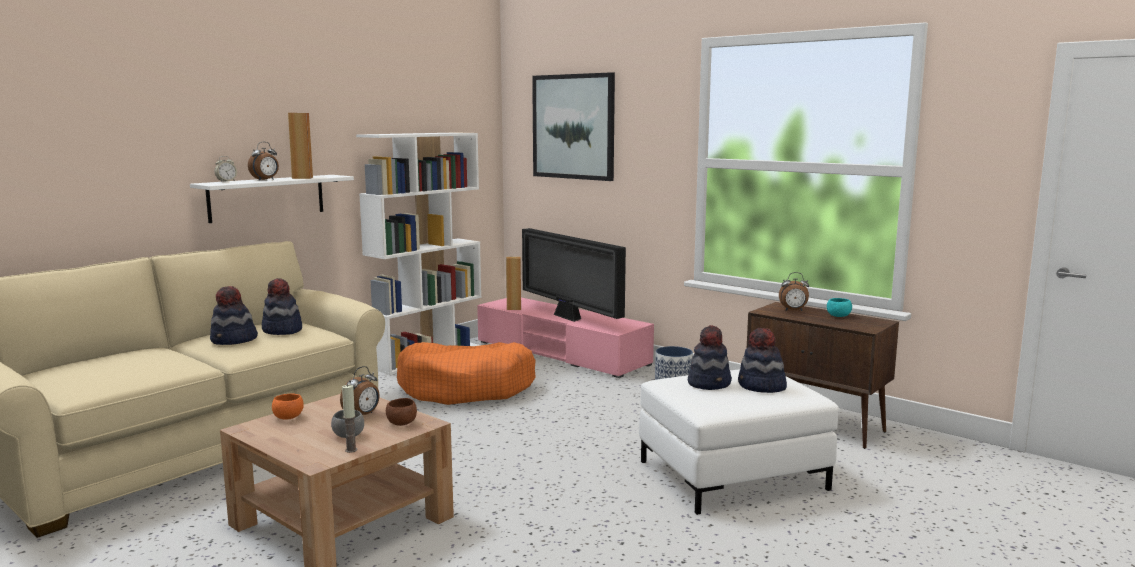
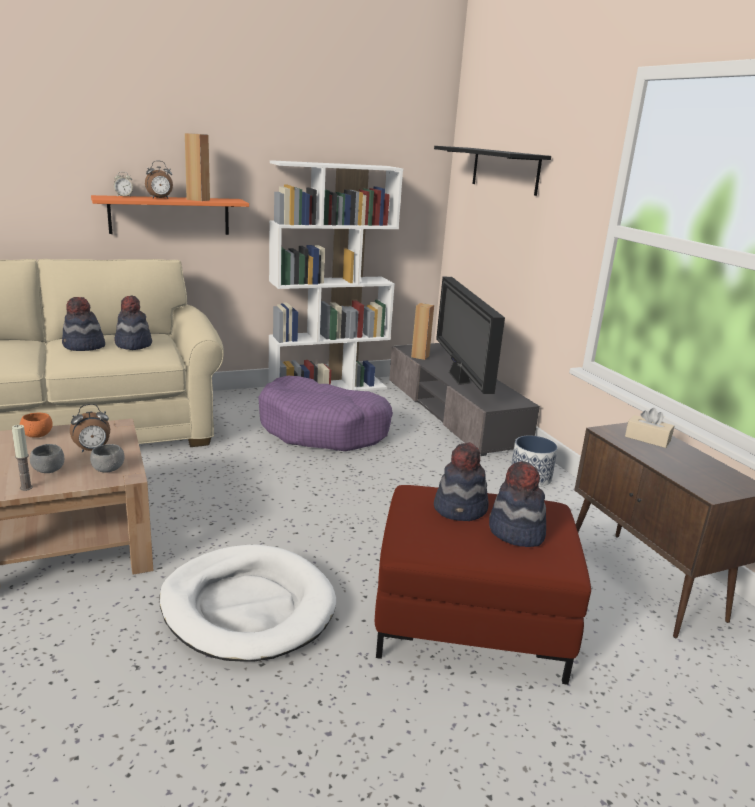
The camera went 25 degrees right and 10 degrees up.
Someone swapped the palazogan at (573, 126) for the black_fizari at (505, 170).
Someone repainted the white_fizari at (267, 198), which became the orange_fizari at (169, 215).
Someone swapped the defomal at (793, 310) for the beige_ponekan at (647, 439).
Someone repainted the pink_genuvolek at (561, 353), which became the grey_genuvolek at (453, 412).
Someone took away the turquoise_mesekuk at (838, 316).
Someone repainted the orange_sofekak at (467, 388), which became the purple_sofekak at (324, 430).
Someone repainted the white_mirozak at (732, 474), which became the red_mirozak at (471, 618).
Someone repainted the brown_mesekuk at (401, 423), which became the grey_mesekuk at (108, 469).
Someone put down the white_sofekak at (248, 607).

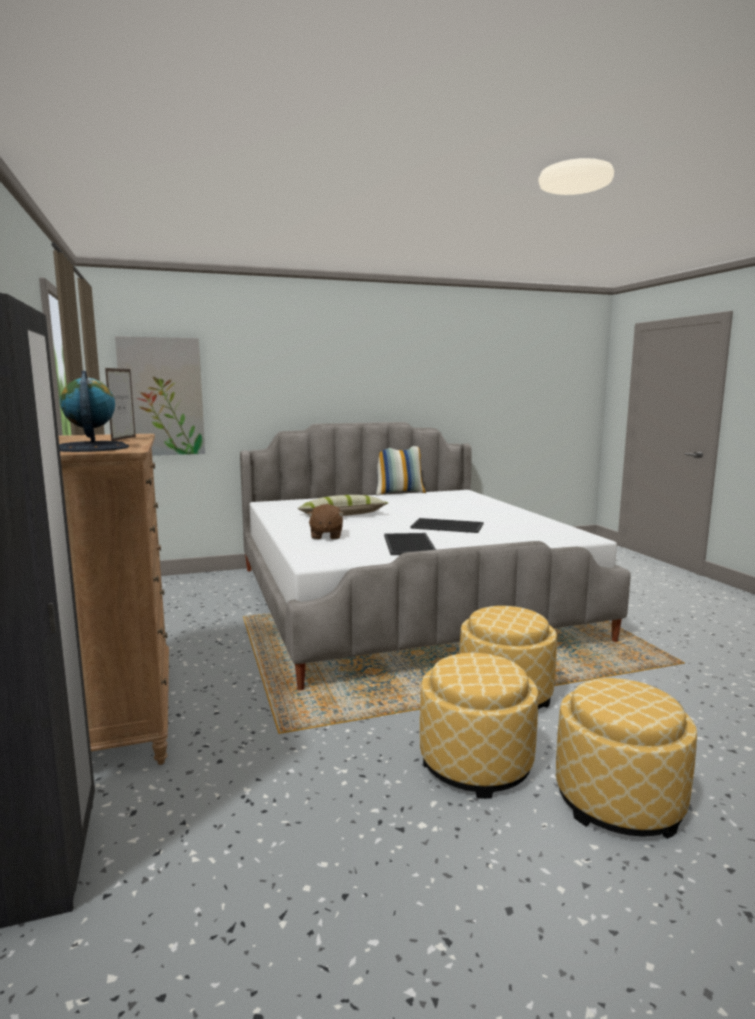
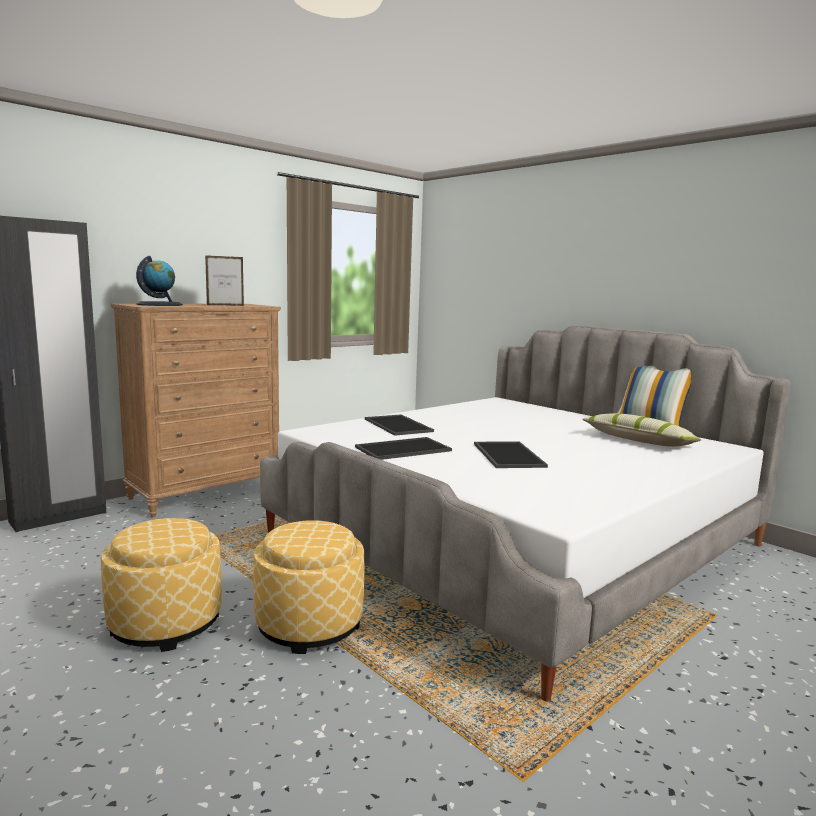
The camera went 65 degrees right and 0 degrees up.
Someone took away the palazogan at (161, 397).
Someone carried the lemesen from (342, 515) to (639, 441).
Someone swapped the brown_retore at (325, 536) for the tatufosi at (399, 425).
Someone took away the mirozak at (618, 800).

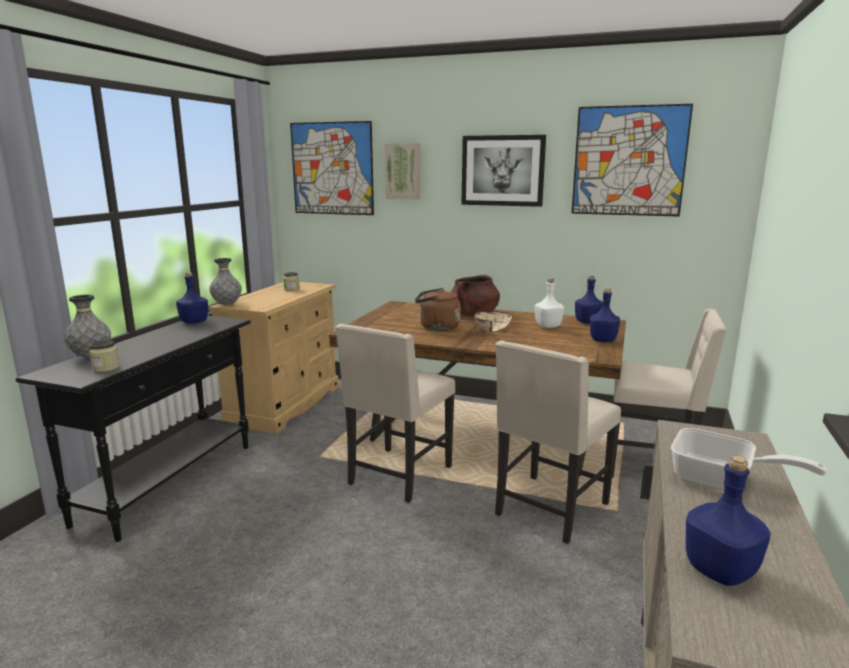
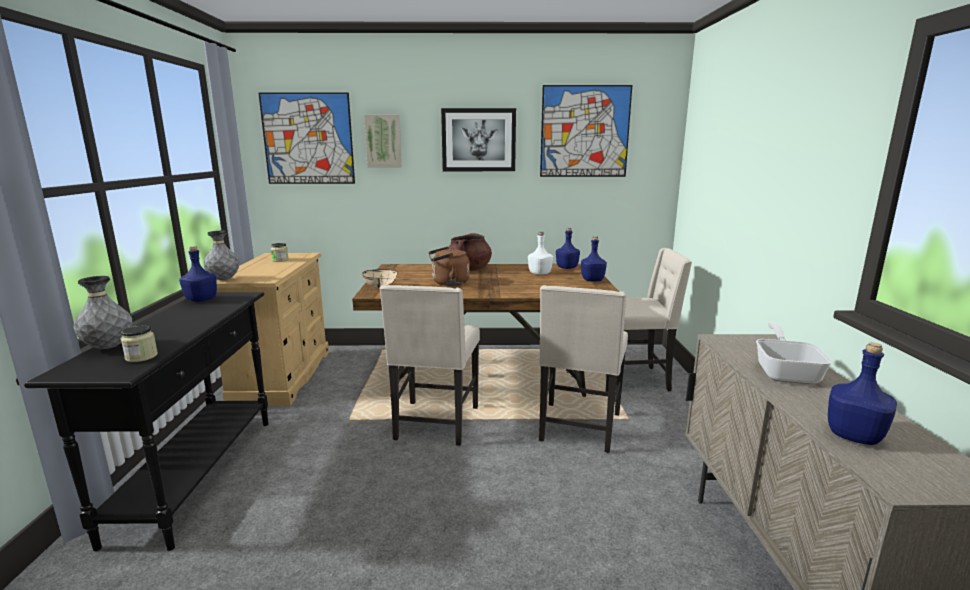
The camera went 20 degrees left and 0 degrees up.
Someone carried the beige_mesekuk from (489, 330) to (377, 287).
Someone rotated the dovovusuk at (721, 481) by 90 degrees counterclockwise.

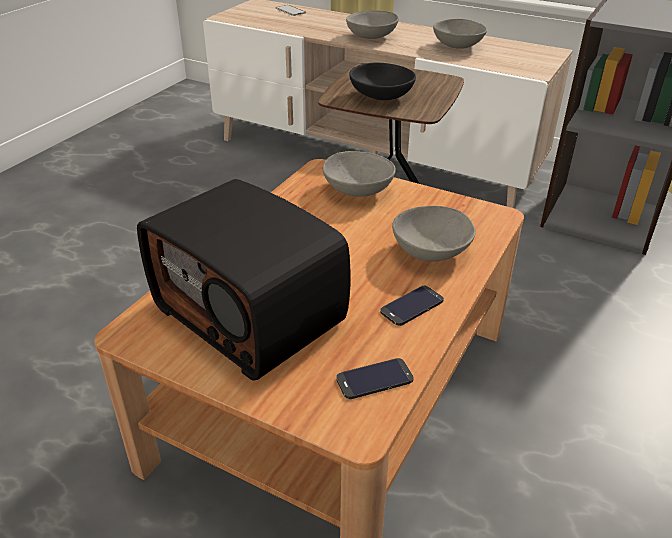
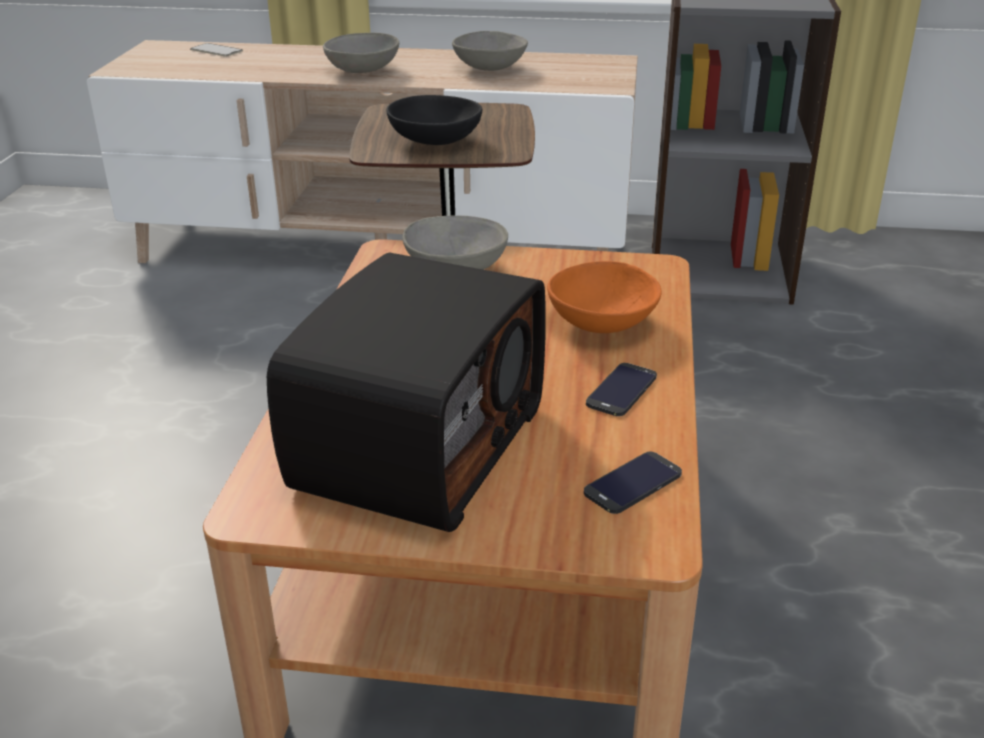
The camera went 20 degrees left and 5 degrees down.
Someone rotated the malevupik at (252, 313) by 90 degrees counterclockwise.
Someone repainted the grey_mesekuk at (430, 251), which became the orange_mesekuk at (601, 323).

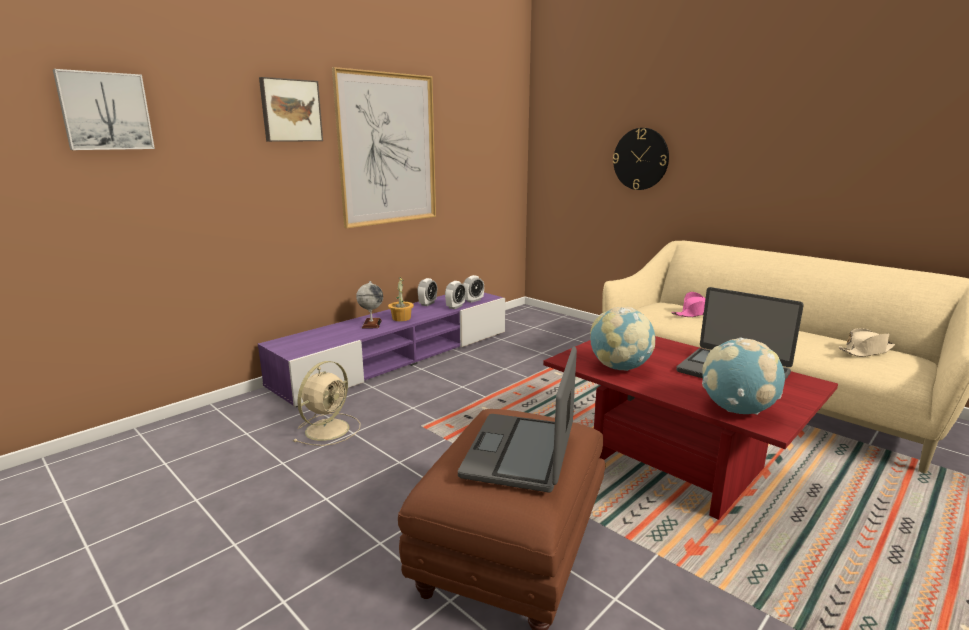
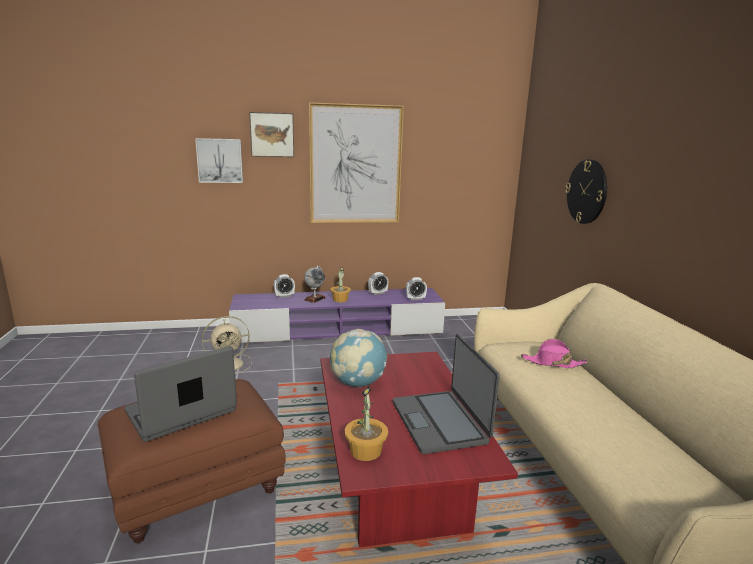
The camera went 35 degrees right and 0 degrees up.
Someone carried the palazogan from (105, 111) to (220, 160).
Someone carried the defomal from (455, 307) to (284, 296).
Someone took away the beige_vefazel at (865, 351).
Someone swapped the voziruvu at (737, 410) for the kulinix at (366, 451).

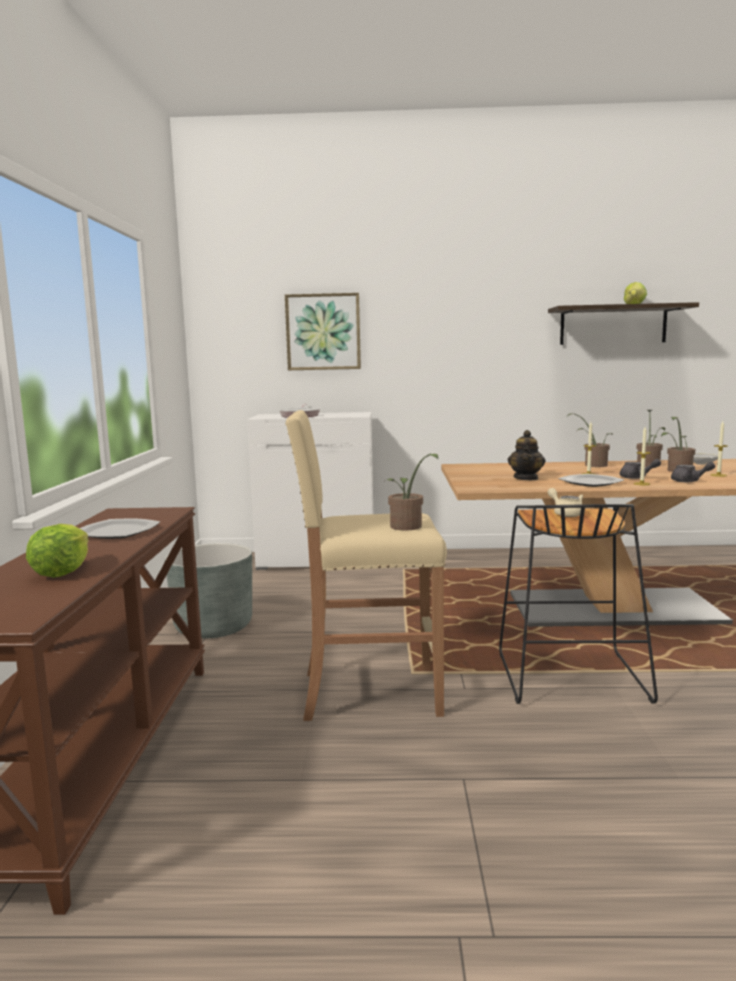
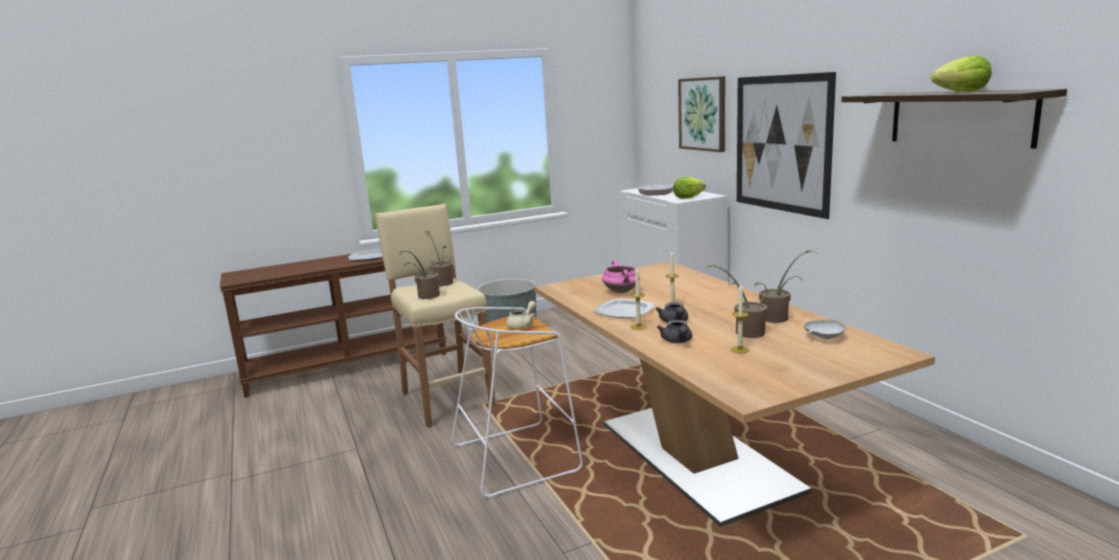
The camera went 65 degrees right and 5 degrees up.
Someone carried the kulinix from (592, 465) to (442, 282).
Someone swapped the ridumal at (526, 478) for the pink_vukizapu at (621, 292).
Someone repainted the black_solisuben at (568, 676), which became the white_solisuben at (517, 457).
Someone carried the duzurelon from (62, 572) to (688, 197).
Someone put up the palazogan at (781, 144).

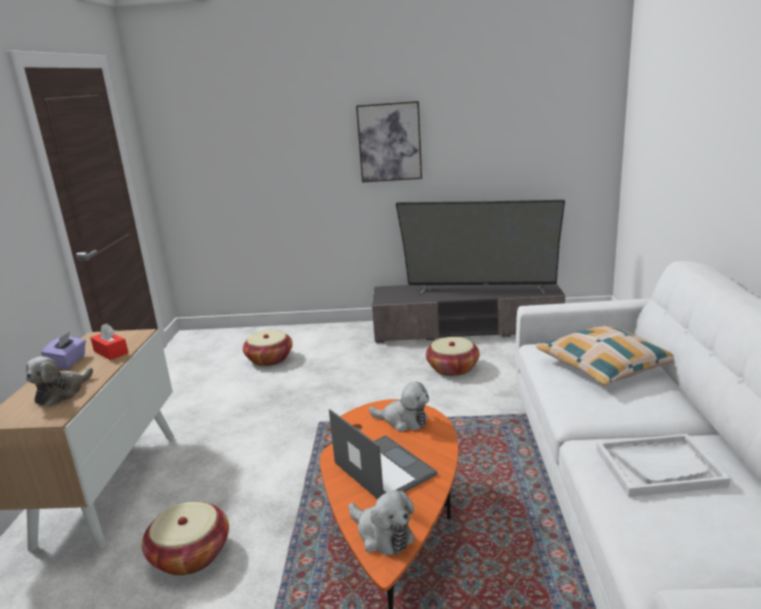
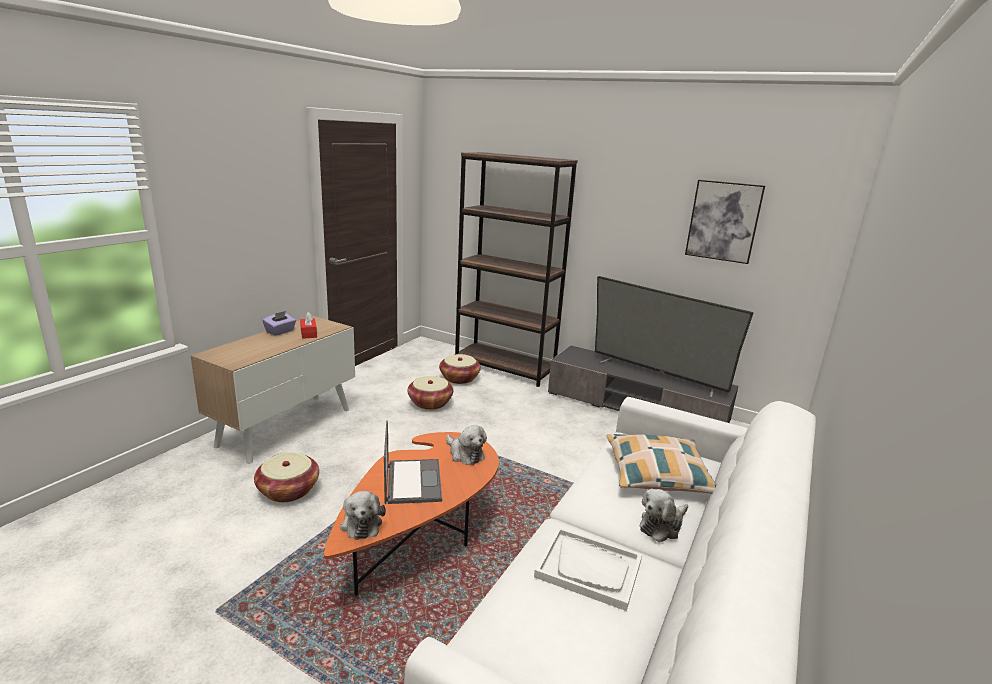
The camera went 25 degrees right and 0 degrees up.
Someone carried the palazogan from (389, 142) to (723, 221).
Someone carried the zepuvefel from (452, 368) to (430, 403).
Someone carried the retore from (62, 393) to (662, 526).
Someone put down the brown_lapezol at (505, 368).

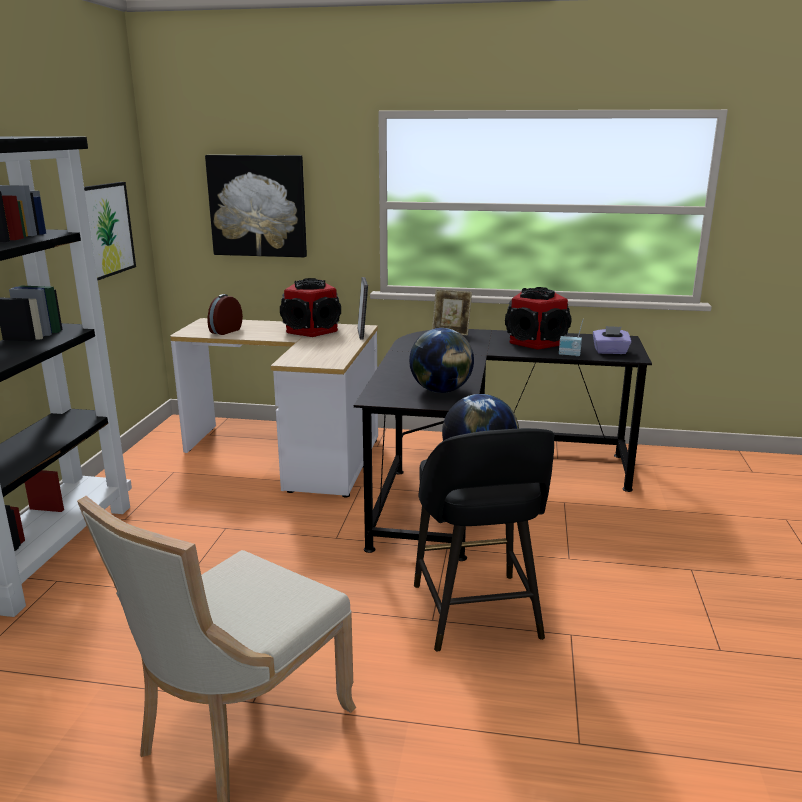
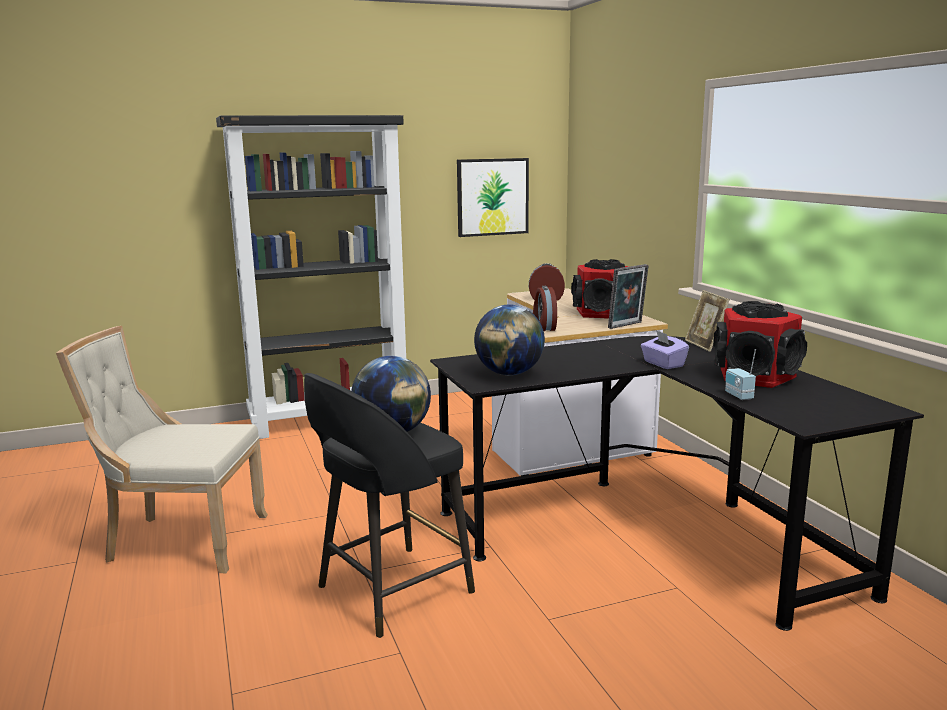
The camera went 60 degrees right and 5 degrees down.
Someone took away the palazogan at (258, 206).
Someone carried the purple_ponekan from (610, 351) to (663, 364).
Someone put down the defomal at (543, 327).

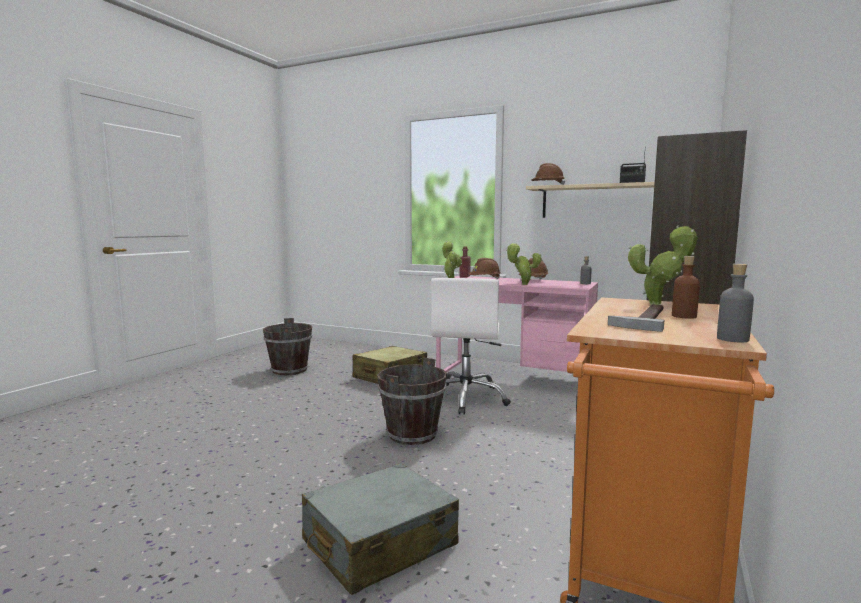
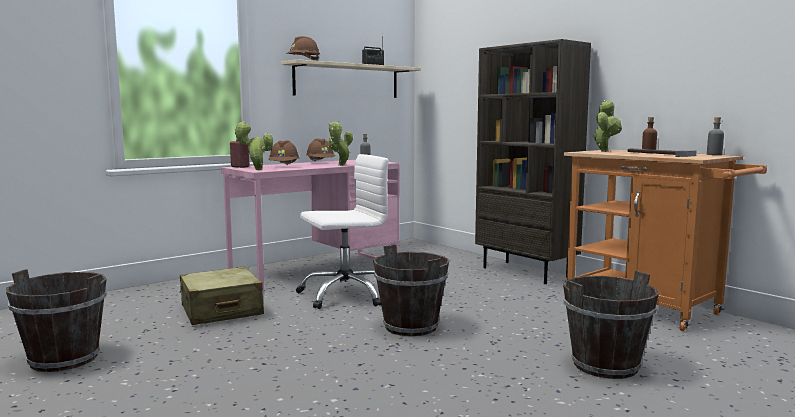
The camera went 65 degrees left and 0 degrees up.
Someone rotated the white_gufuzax at (466, 398) by 60 degrees counterclockwise.
Someone swapped the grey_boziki at (379, 544) for the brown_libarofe at (605, 366).

